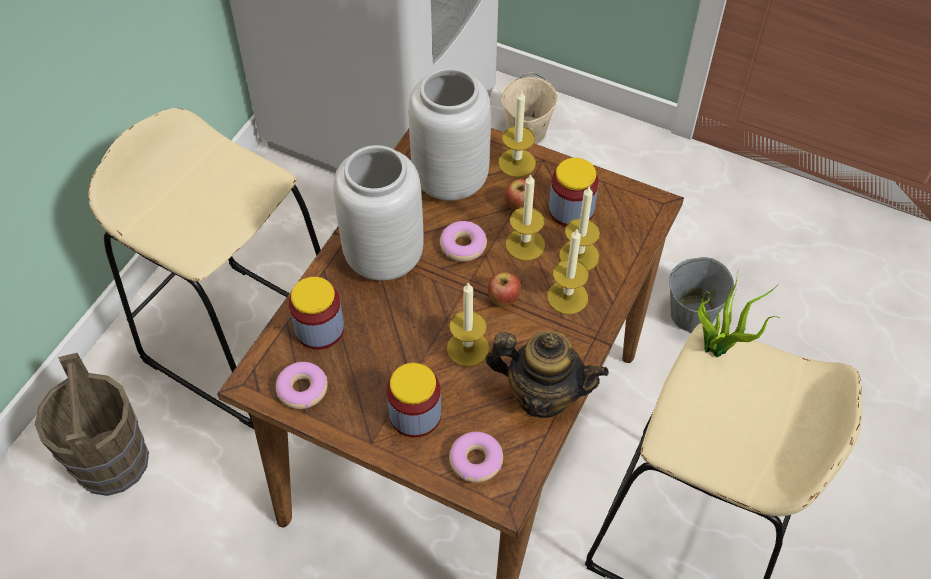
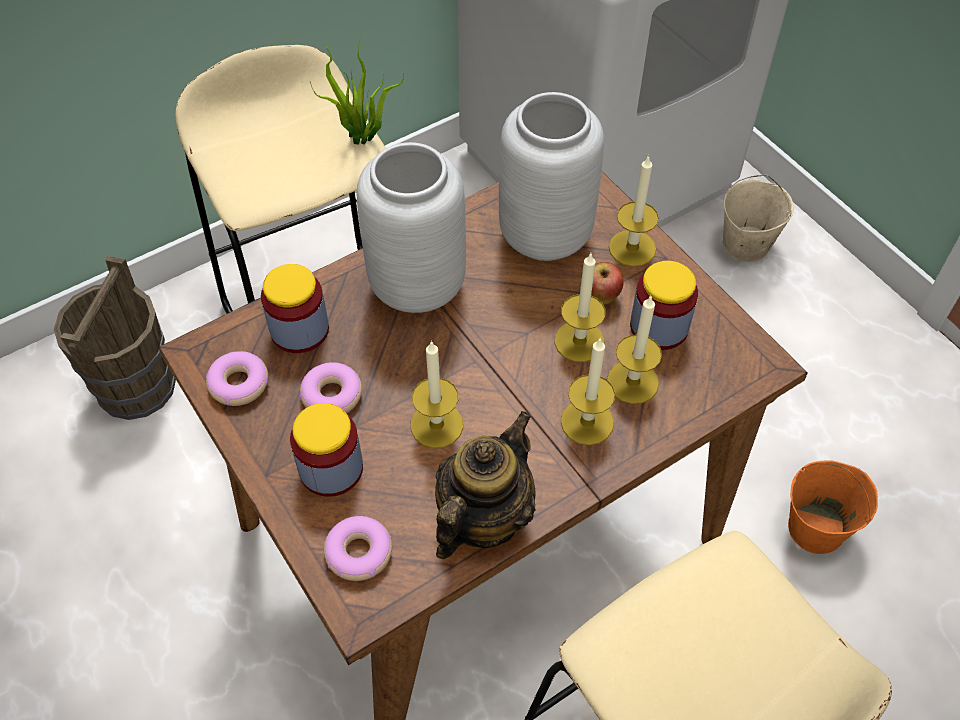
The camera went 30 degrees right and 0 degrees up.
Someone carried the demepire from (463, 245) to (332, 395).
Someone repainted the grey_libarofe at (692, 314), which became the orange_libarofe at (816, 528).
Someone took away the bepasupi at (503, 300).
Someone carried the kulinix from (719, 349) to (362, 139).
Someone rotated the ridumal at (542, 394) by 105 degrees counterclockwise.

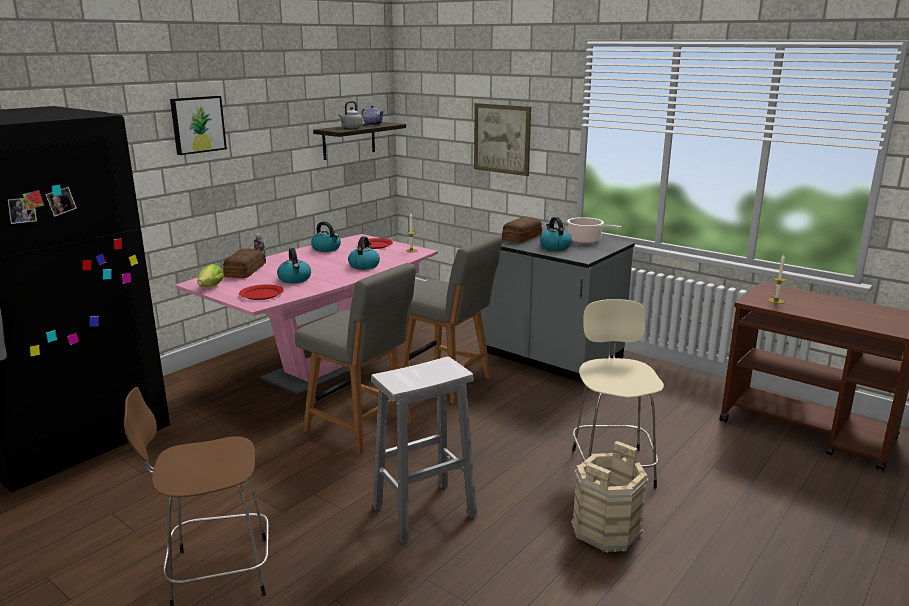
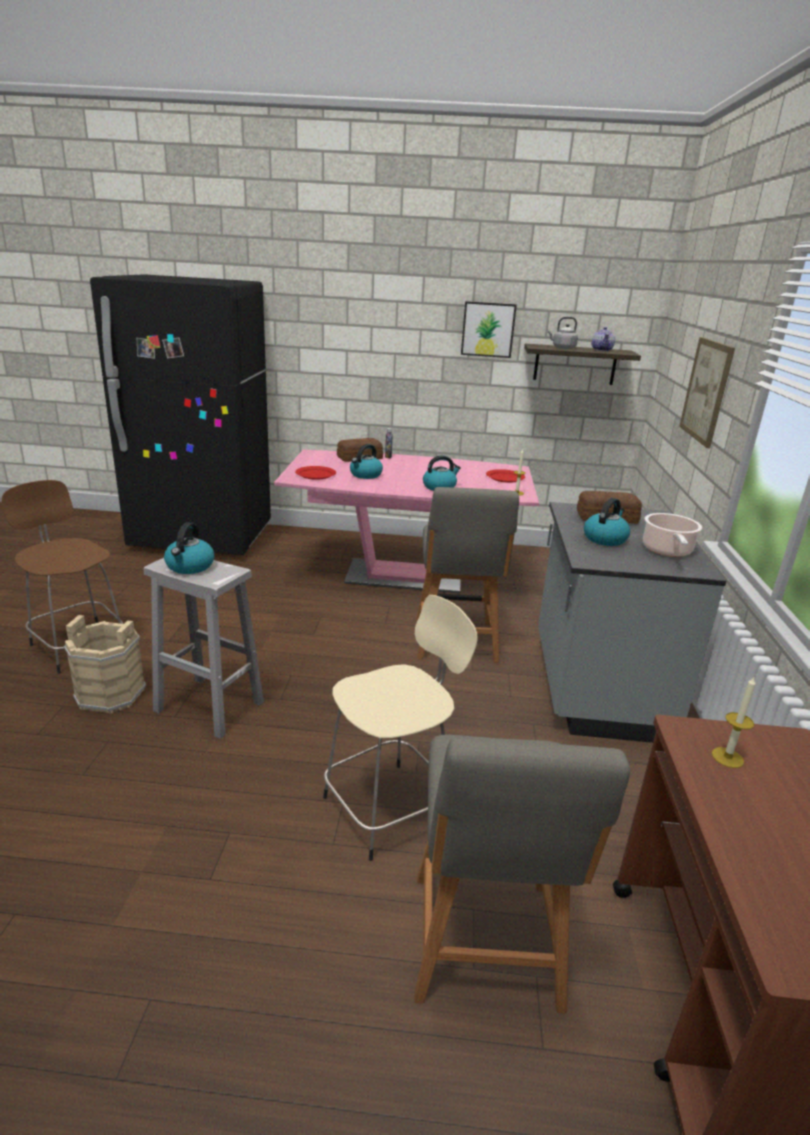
The camera went 55 degrees right and 5 degrees up.
Someone carried the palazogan from (197, 124) to (488, 329).
Someone carried the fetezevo from (327, 249) to (190, 566).
Someone carried the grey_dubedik from (361, 427) to (485, 946).
Someone took away the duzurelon at (210, 288).
Someone carried the beige_libarofe from (605, 530) to (111, 693).

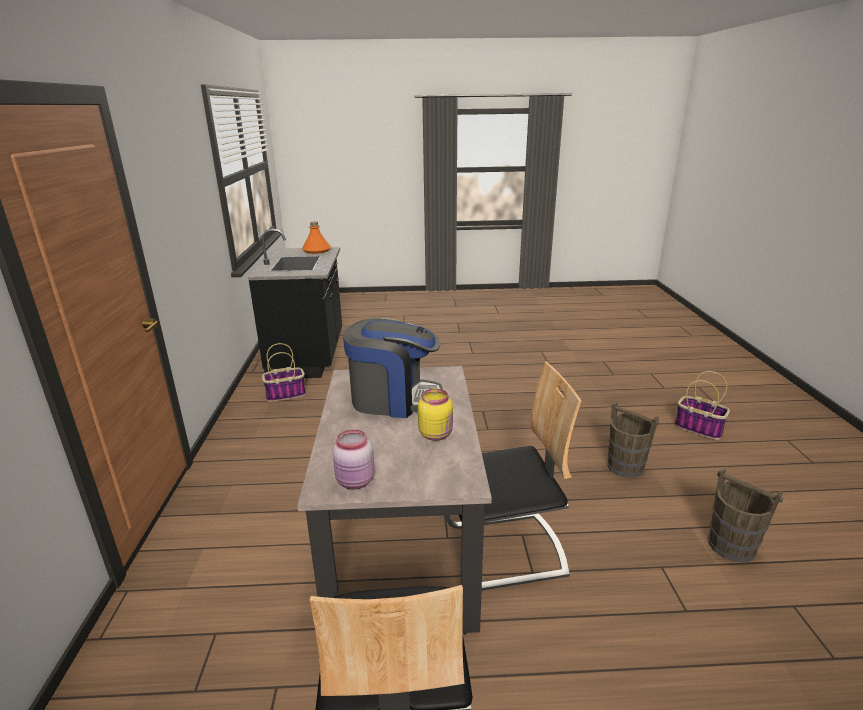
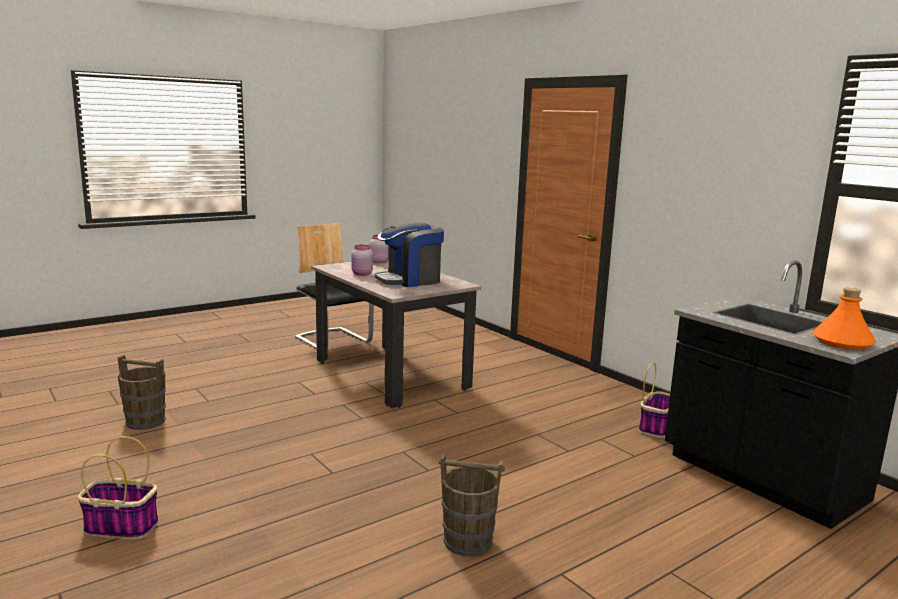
The camera went 145 degrees right and 10 degrees down.
Someone took away the dubedik at (505, 550).
Someone repainted the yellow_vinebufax at (436, 434), which became the pink_vinebufax at (361, 274).
Someone carried the brown_libarofe from (625, 467) to (467, 541).

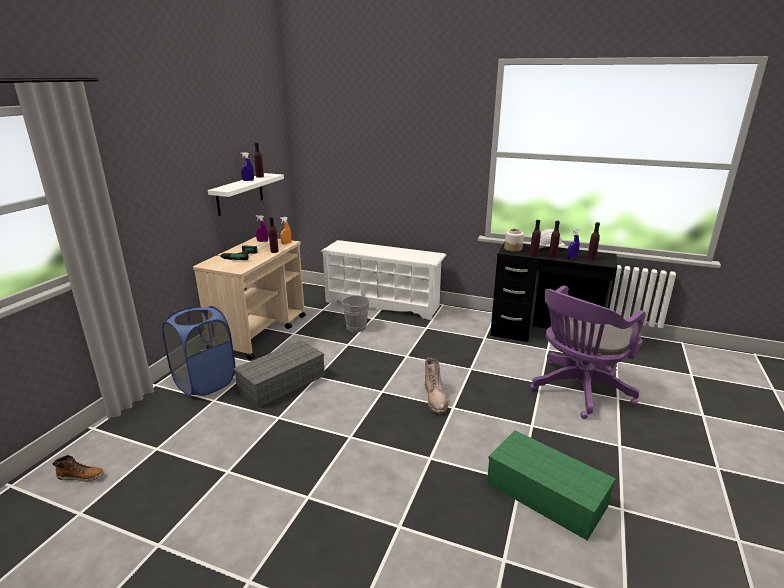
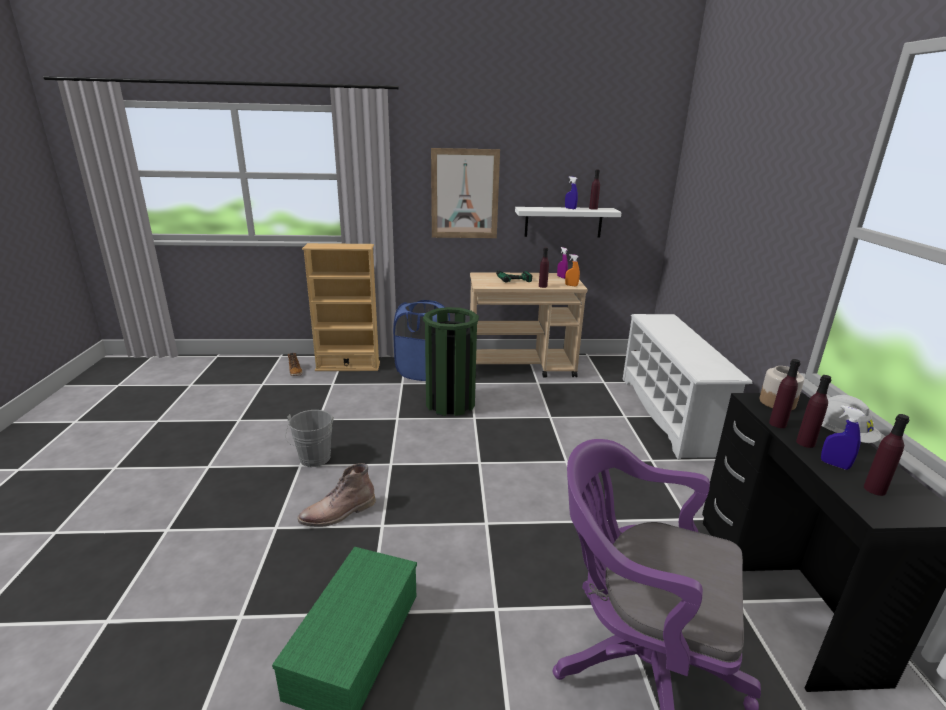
The camera went 65 degrees right and 0 degrees up.
Someone carried the grey_libarofe from (358, 328) to (313, 460).
Someone swapped the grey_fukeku at (282, 382) for the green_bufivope at (450, 403).
Someone carried the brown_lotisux from (436, 398) to (338, 513).
Someone put up the palazogan at (464, 194).
Someone put down the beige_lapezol at (348, 366).

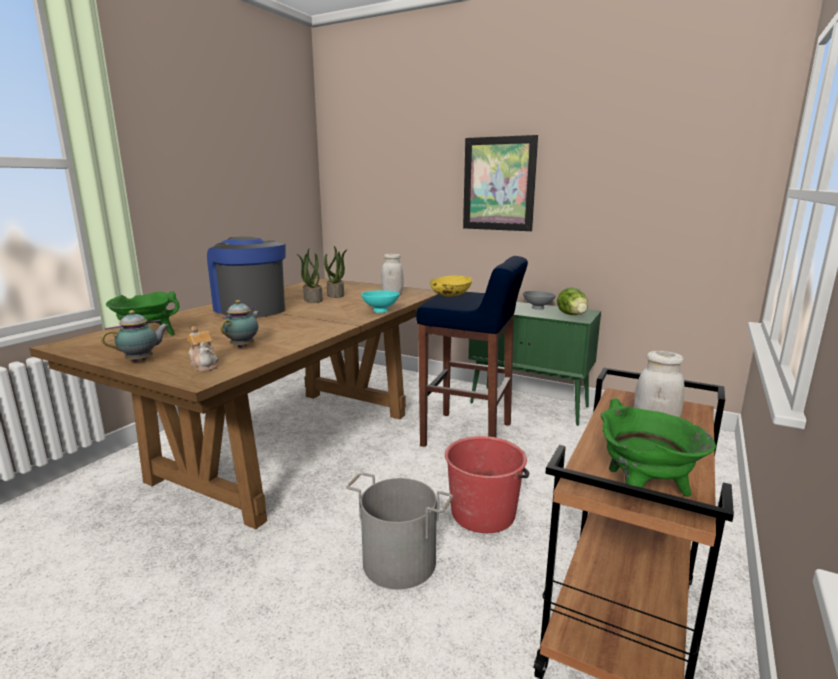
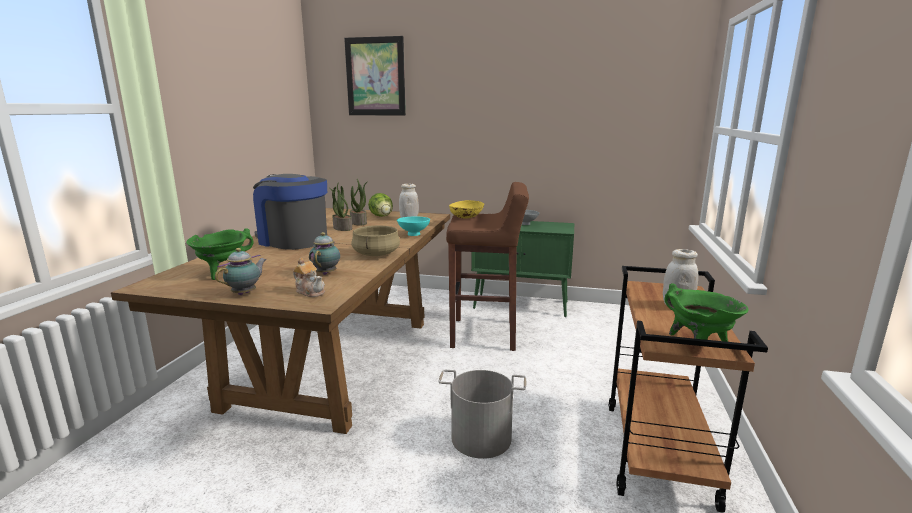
The camera went 15 degrees left and 0 degrees up.
Someone carried the palazogan from (499, 184) to (375, 77).
Someone repainted the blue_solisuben at (469, 435), which became the brown_solisuben at (485, 334).
Someone carried the duzurelon from (573, 315) to (382, 217).
Someone took away the red_libarofe at (483, 513).
Someone put down the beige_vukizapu at (376, 254).

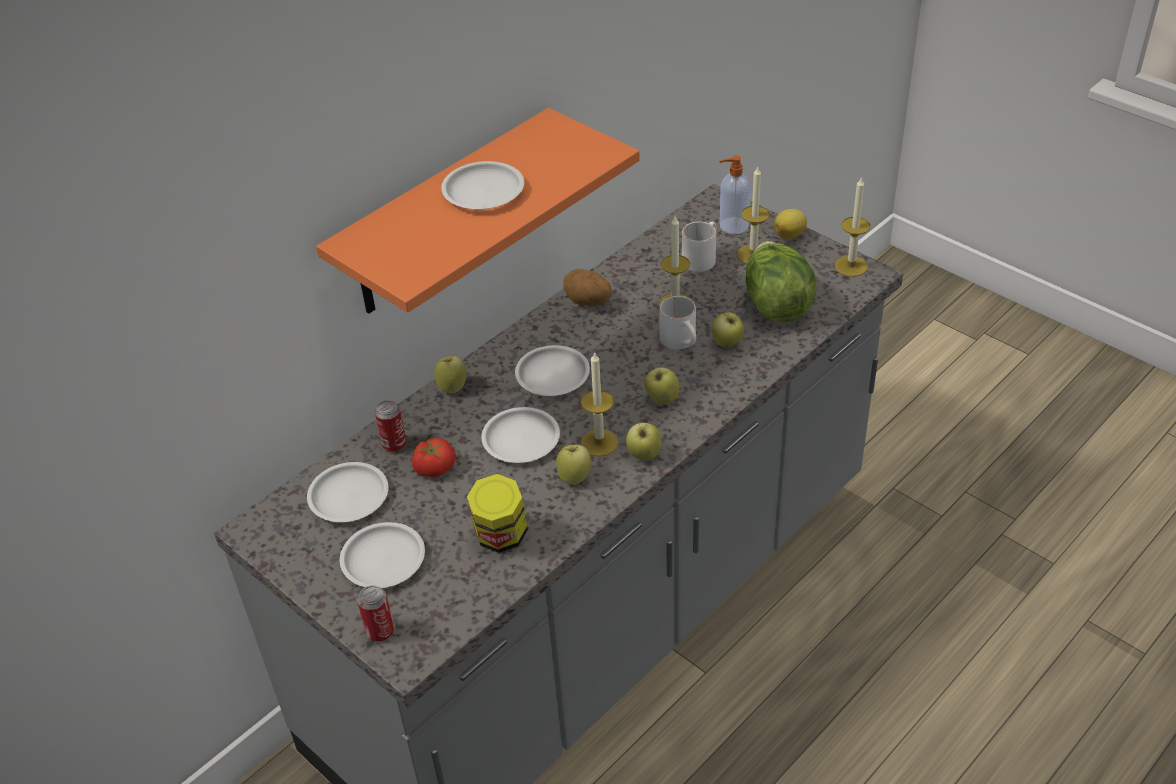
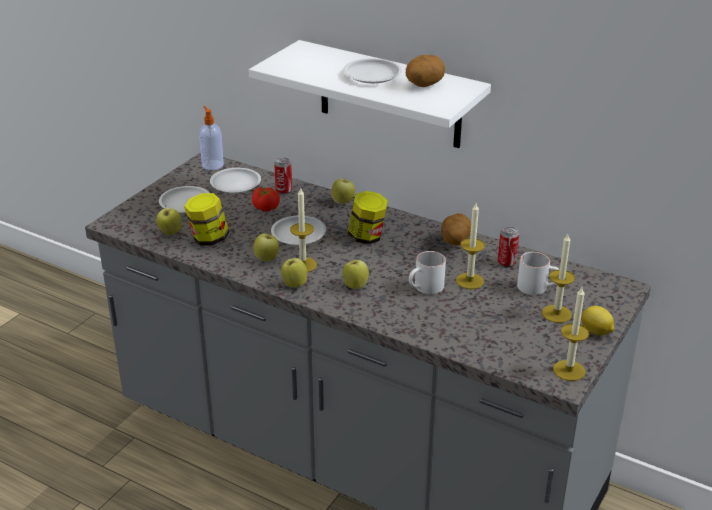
The camera went 75 degrees right and 10 degrees down.
Someone repainted the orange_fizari at (445, 216), which became the white_fizari at (390, 95).
Someone carried the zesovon from (732, 226) to (212, 164).
Someone took away the duzurelon at (776, 304).
Someone carried the bepasupi from (727, 344) to (170, 233).
Someone swapped the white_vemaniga at (552, 375) for the vinebufax at (367, 237).
Someone carried the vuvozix from (380, 631) to (506, 262).
Someone put down the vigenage at (424, 85).

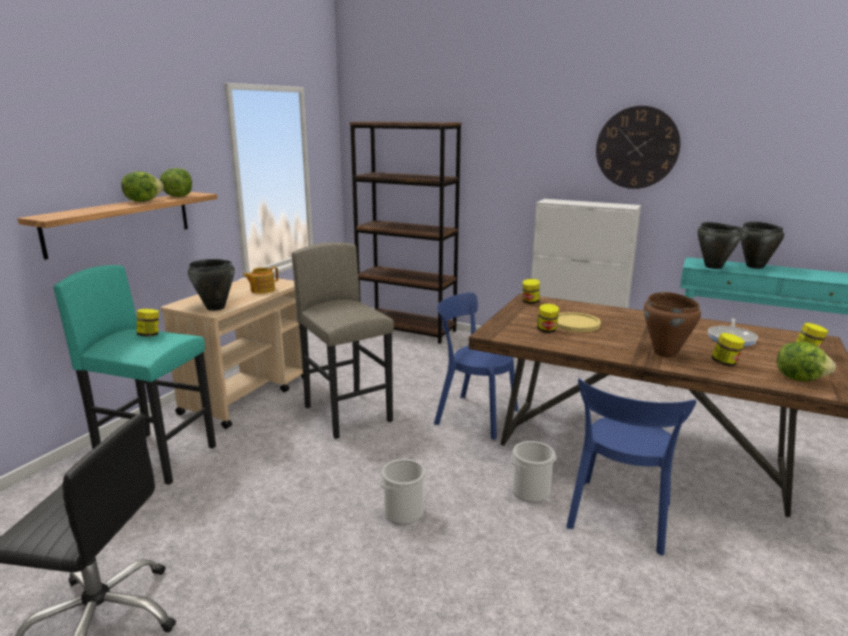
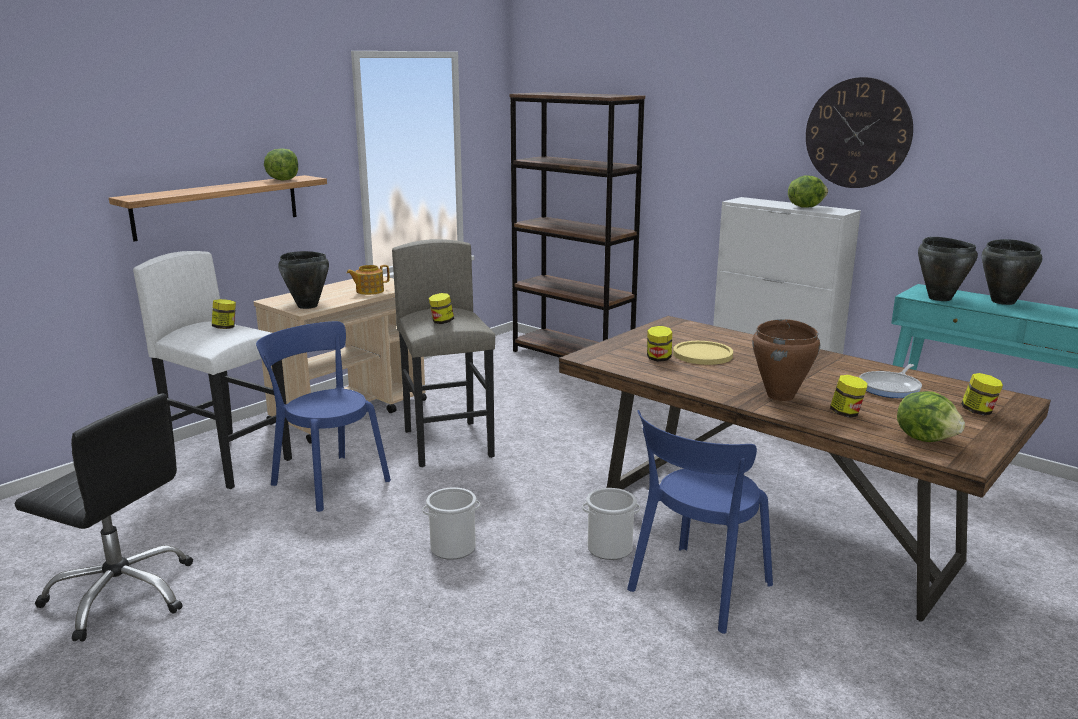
The camera went 15 degrees right and 0 degrees up.
Someone carried the duzurelon from (143, 201) to (805, 207).
Someone repainted the turquoise_solisuben at (157, 457), which became the white_solisuben at (230, 462).
Someone carried the vinebufax from (530, 302) to (441, 322).
Someone carried the blue_dubedik from (472, 415) to (328, 480).

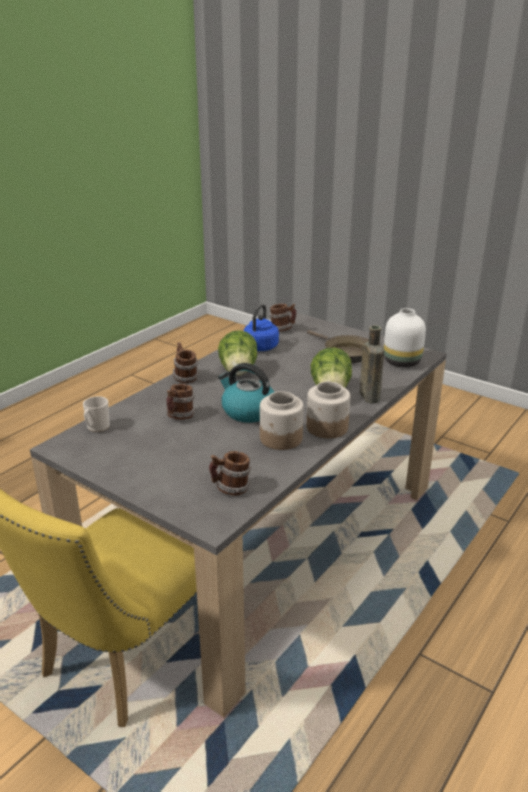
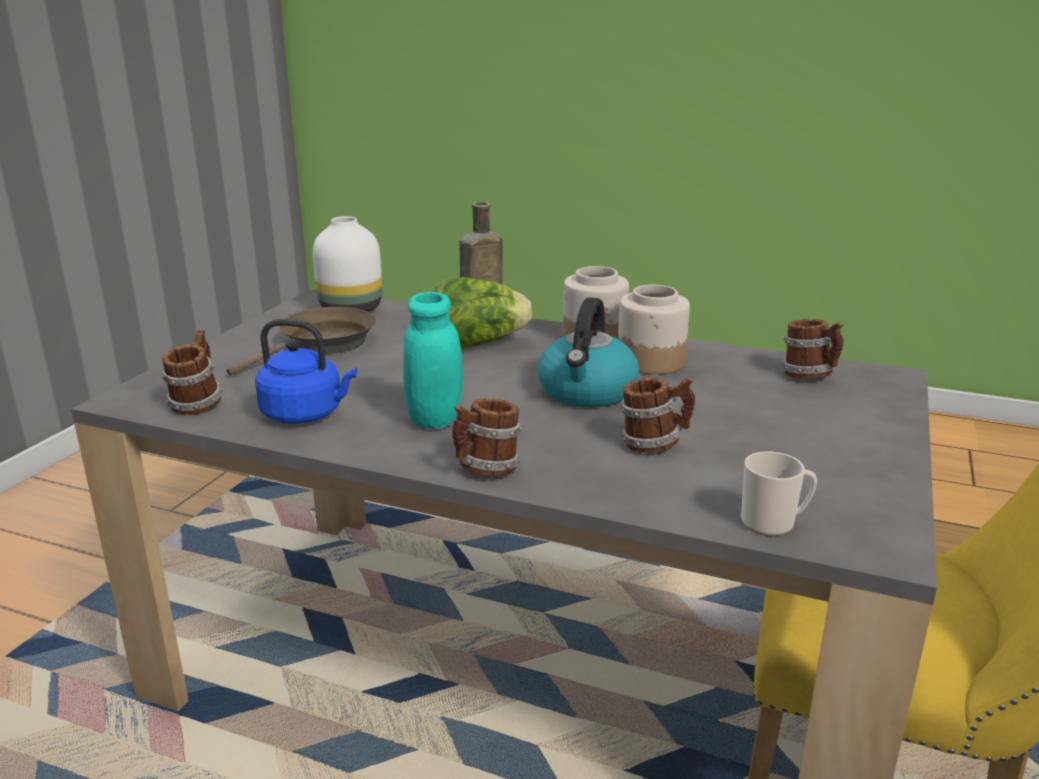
The camera went 105 degrees left and 5 degrees down.
Someone swapped the duzurelon at (238, 372) for the turquoise_vinebufax at (435, 419).

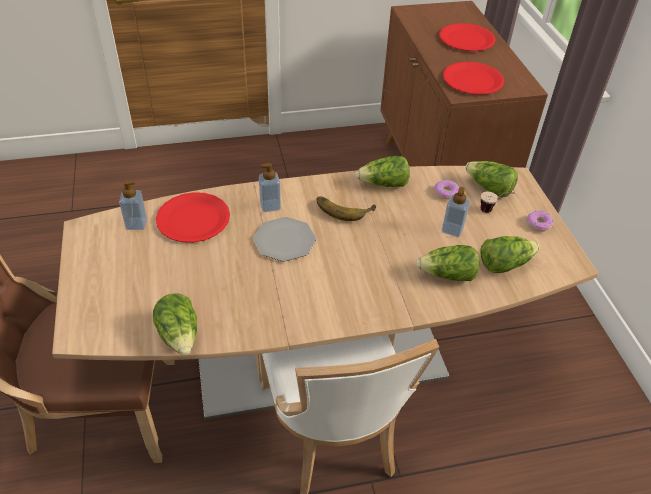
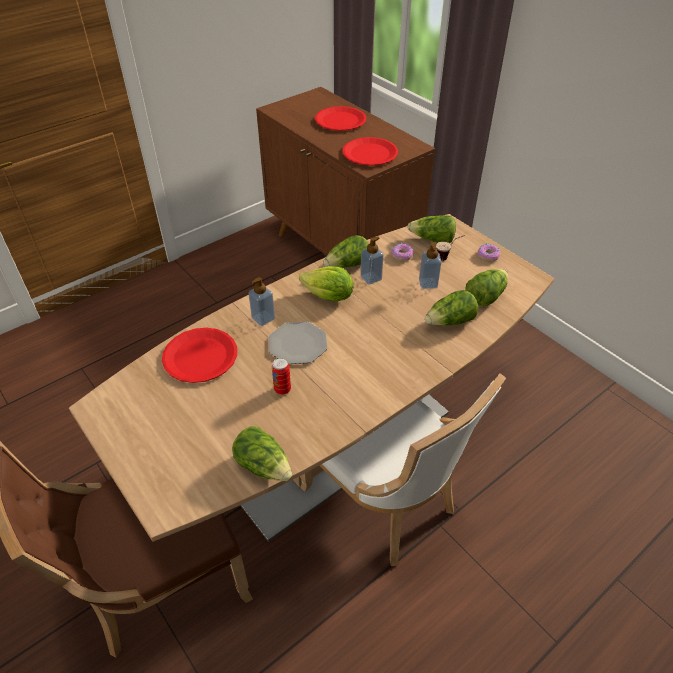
The camera went 25 degrees left and 0 degrees up.
Someone carried the zesovon from (136, 224) to (371, 278).
Someone swapped the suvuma at (344, 207) for the duzurelon at (329, 297).
Someone put down the vuvozix at (282, 389).

